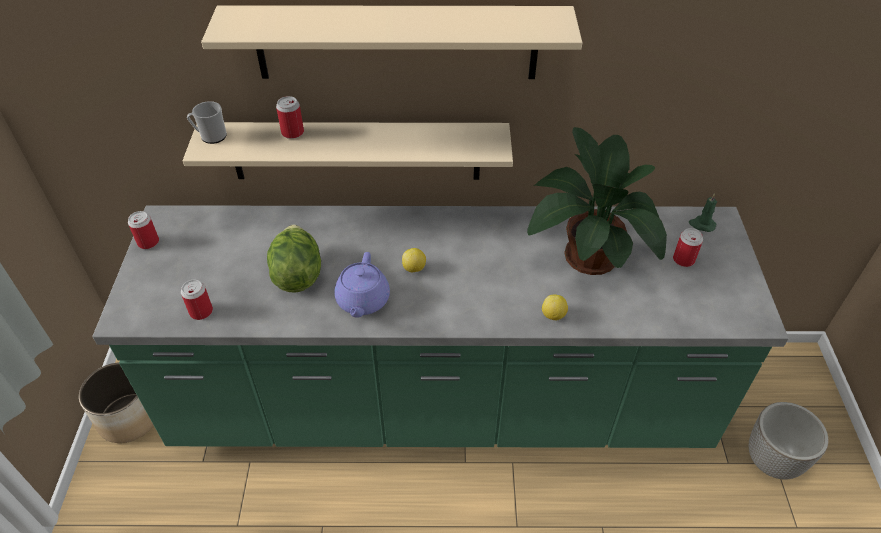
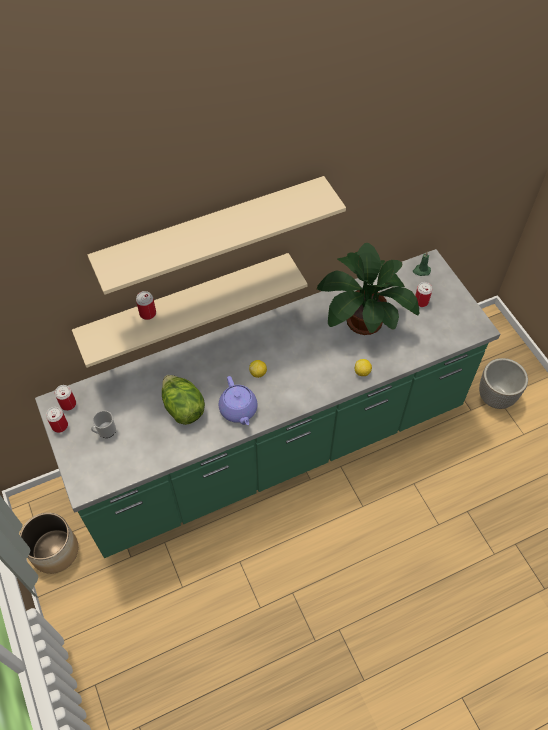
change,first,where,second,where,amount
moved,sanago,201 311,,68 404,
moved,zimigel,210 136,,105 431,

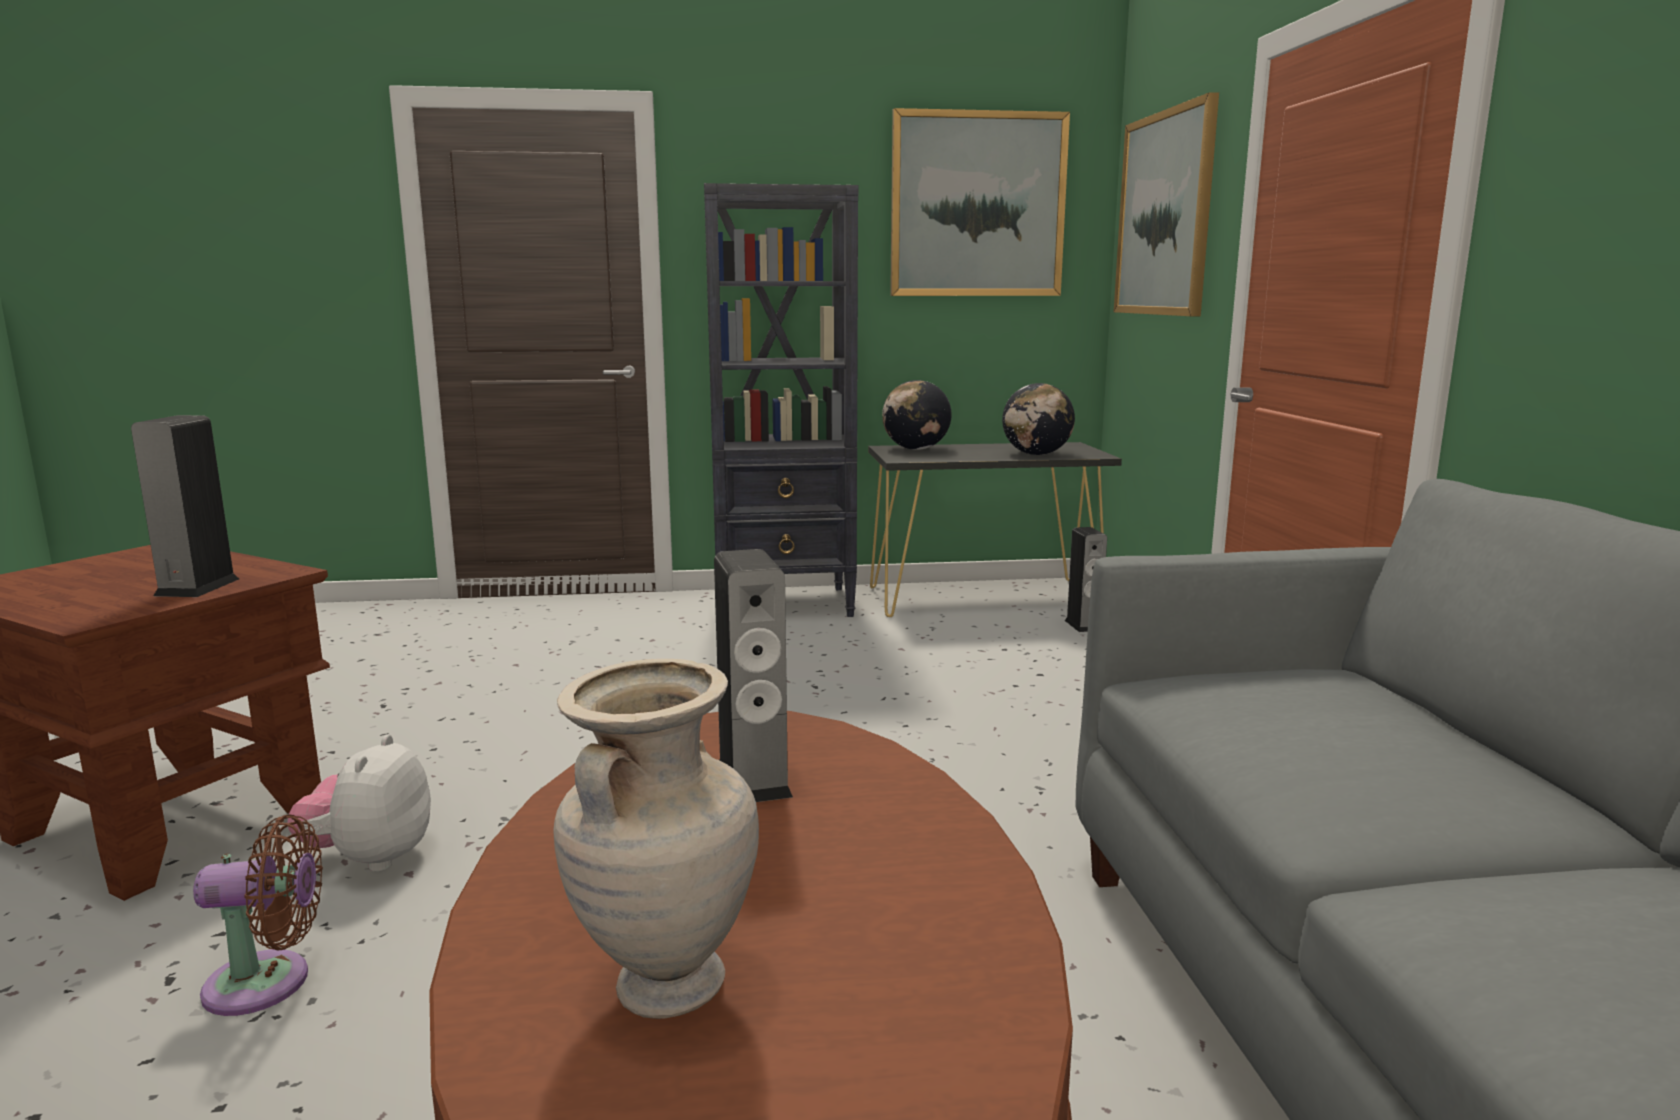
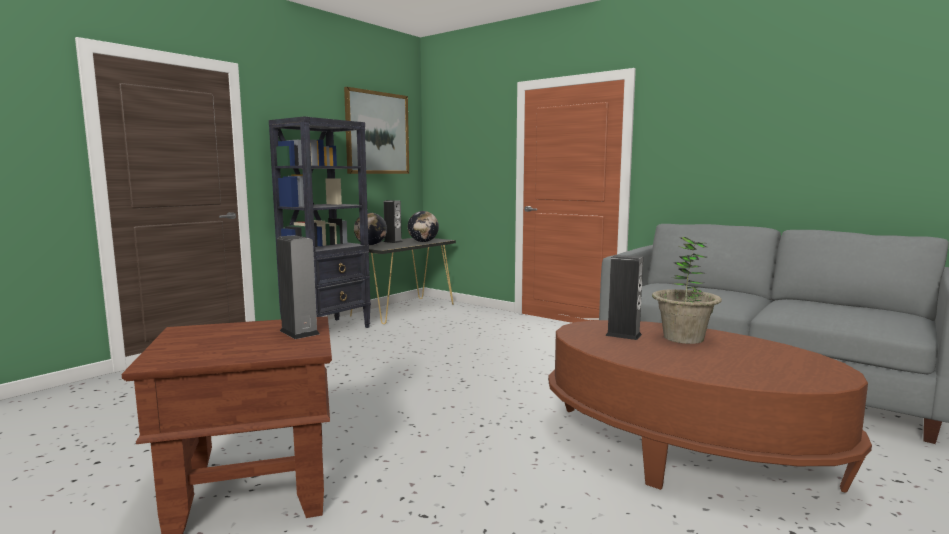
change,first,where,second,where,amount
moved,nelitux,1083 625,,393 242,
added,,,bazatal,683 338,
removed,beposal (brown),268 983,,,
removed,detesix,370 859,,,
removed,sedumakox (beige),665 987,,,
removed,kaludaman,1165 214,,,

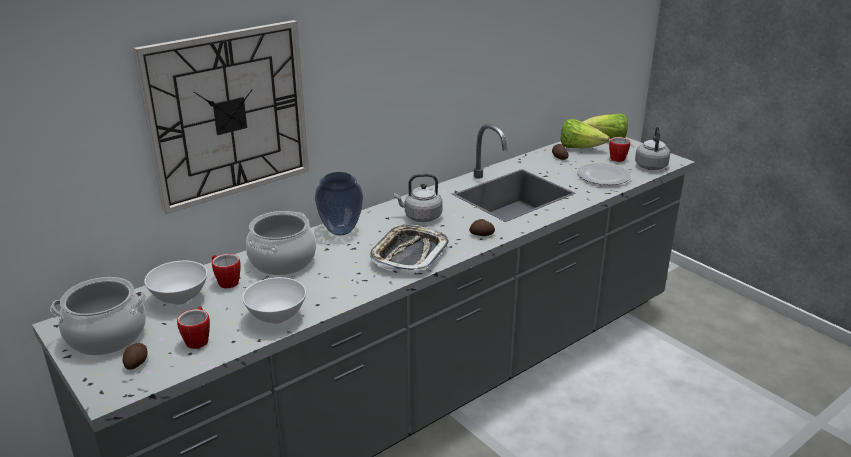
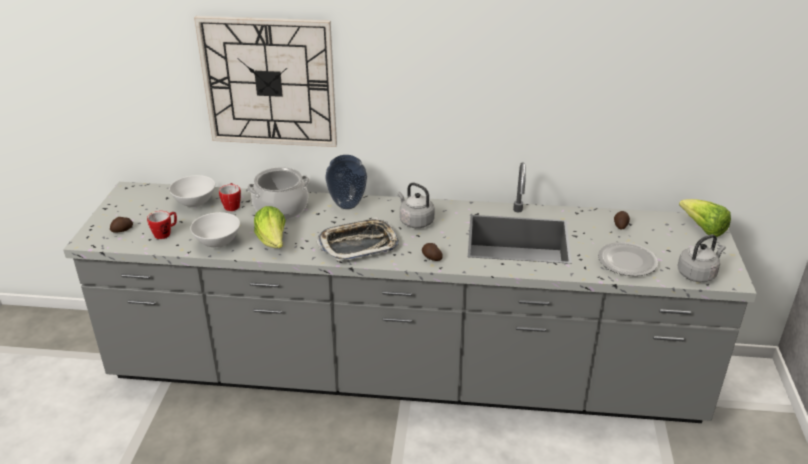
change,first,where,second,where,amount
moved,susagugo,579 148,,273 242,
removed,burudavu,107 335,,,
removed,zimigel,618 157,,,

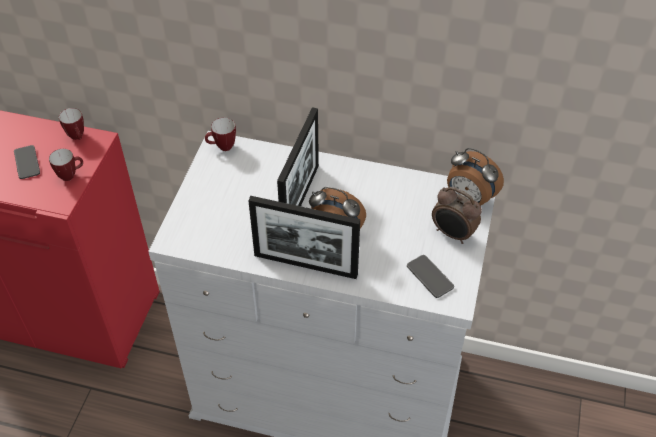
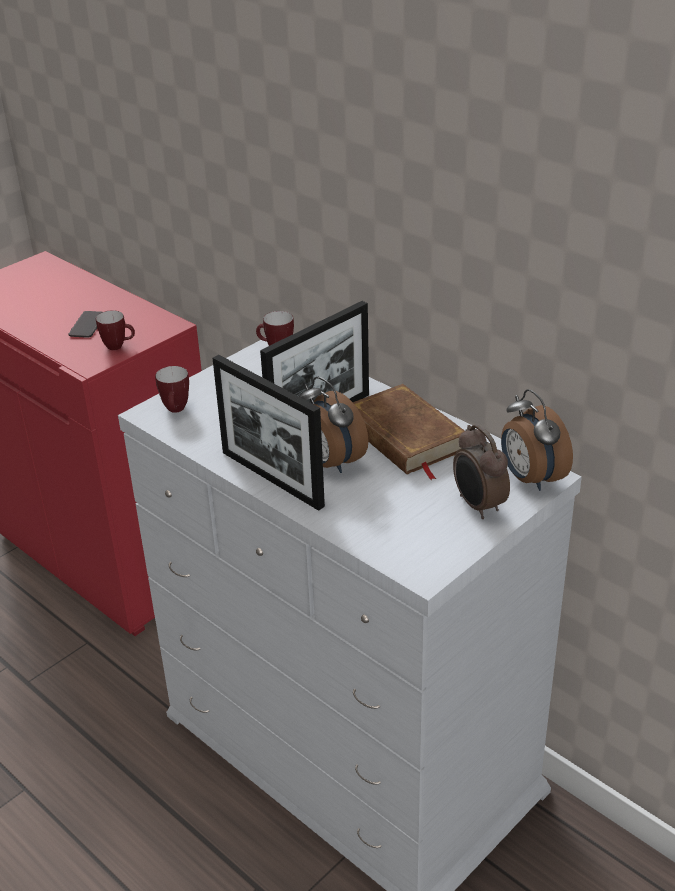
change,first,where,second,where,amount
moved,zimigel,78 137,,176 411,
added,,,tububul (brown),403 436,
removed,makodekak,430 277,,,

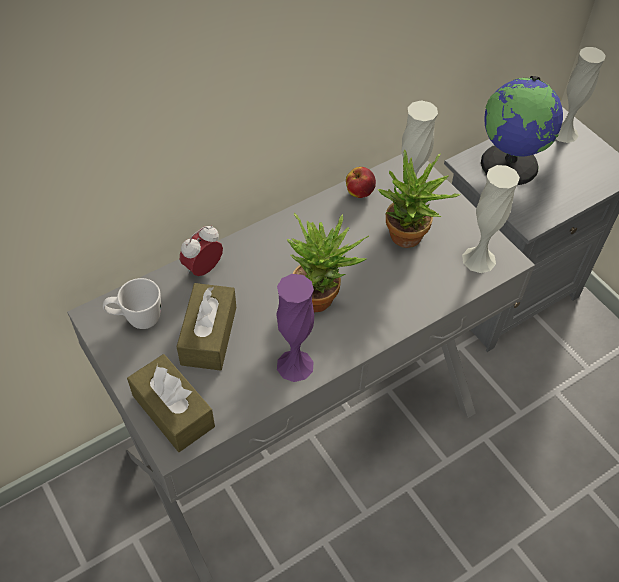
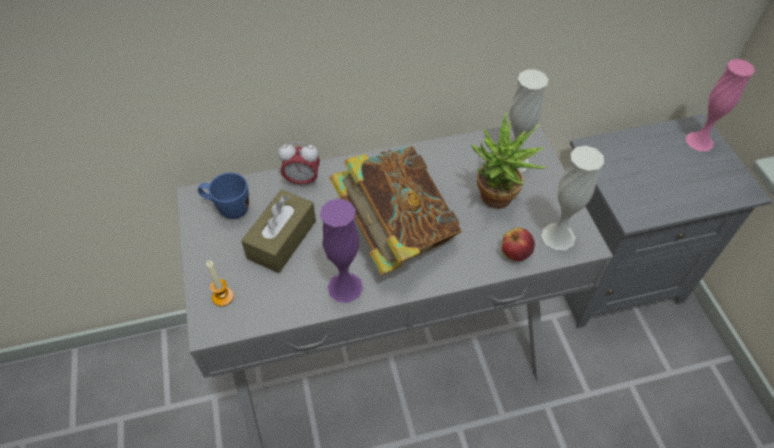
change,first,where,second,where,amount
recoloured,zimigel (white),136 320,zimigel (blue),228 209,
replaced,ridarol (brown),173 411,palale,223 297,
turned,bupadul,203 269,,302 181,150 degrees counterclockwise
replaced,bazatal,323 298,tububul,396 233,
moved,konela,359 192,,515 253,
recoloured,sedumakox (white),564 133,sedumakox (pink),699 141,
removed,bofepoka,510 164,,,

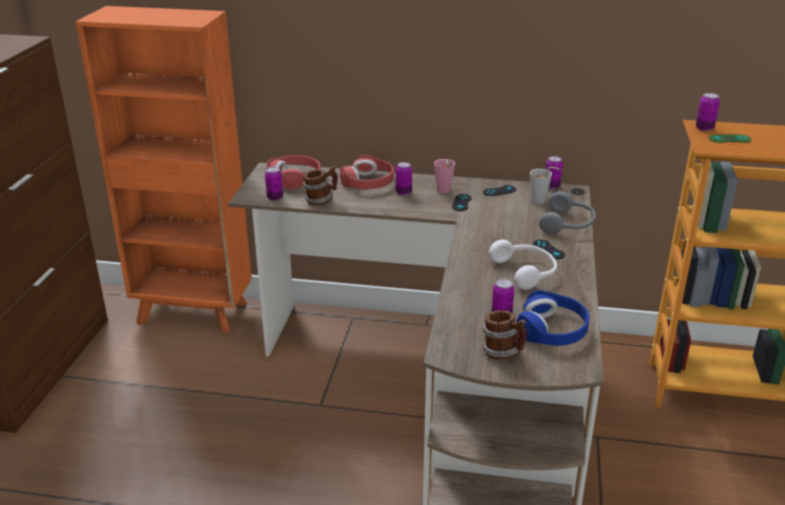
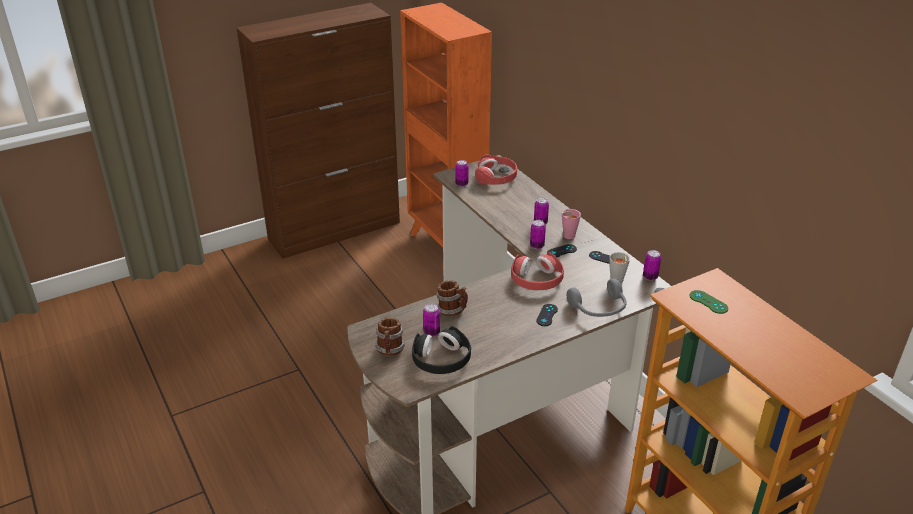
change,first,where,second,where,amount
recoloured,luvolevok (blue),552 330,luvolevok (black),441 359,
moved,zimigel,321 201,,452 311,
moved,luvolevok (red),368 182,,536 279,
moved,sanago,704 128,,537 246,
removed,luvolevok (white),526 272,,,

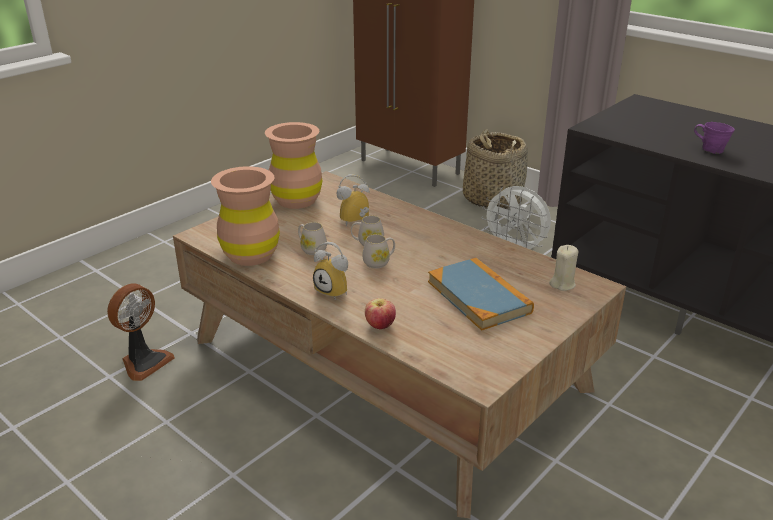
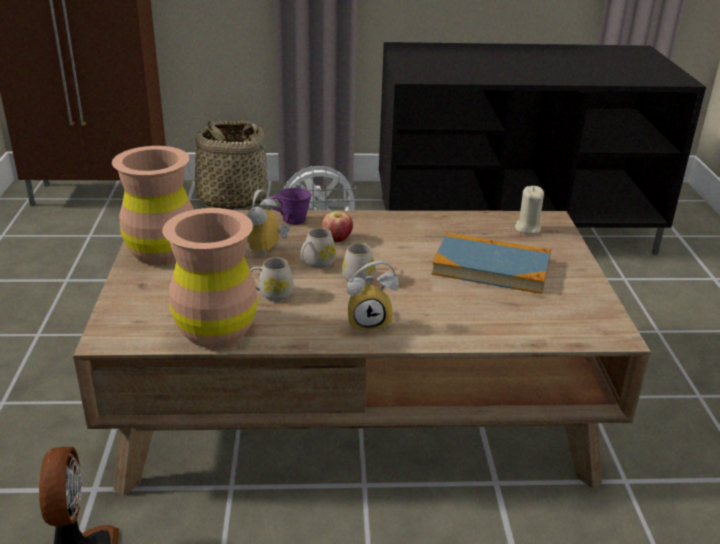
change,first,where,second,where,amount
moved,zimigel (purple),711 150,,292 220,
moved,konela,380 326,,337 239,

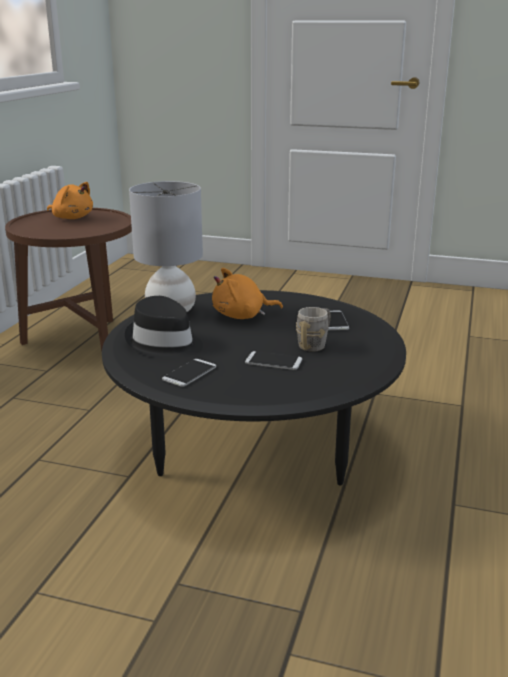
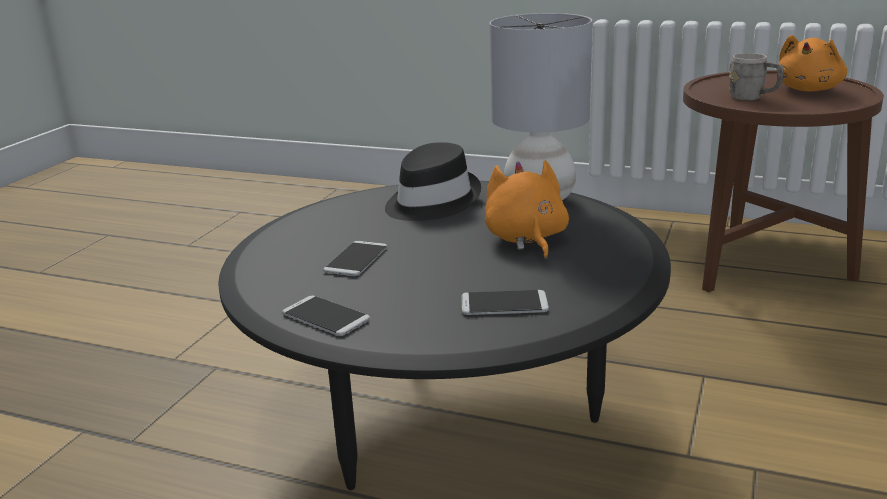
change,first,where,second,where,amount
moved,makodekak,189 373,,326 317,
moved,zimigel (grey),315 344,,753 98,

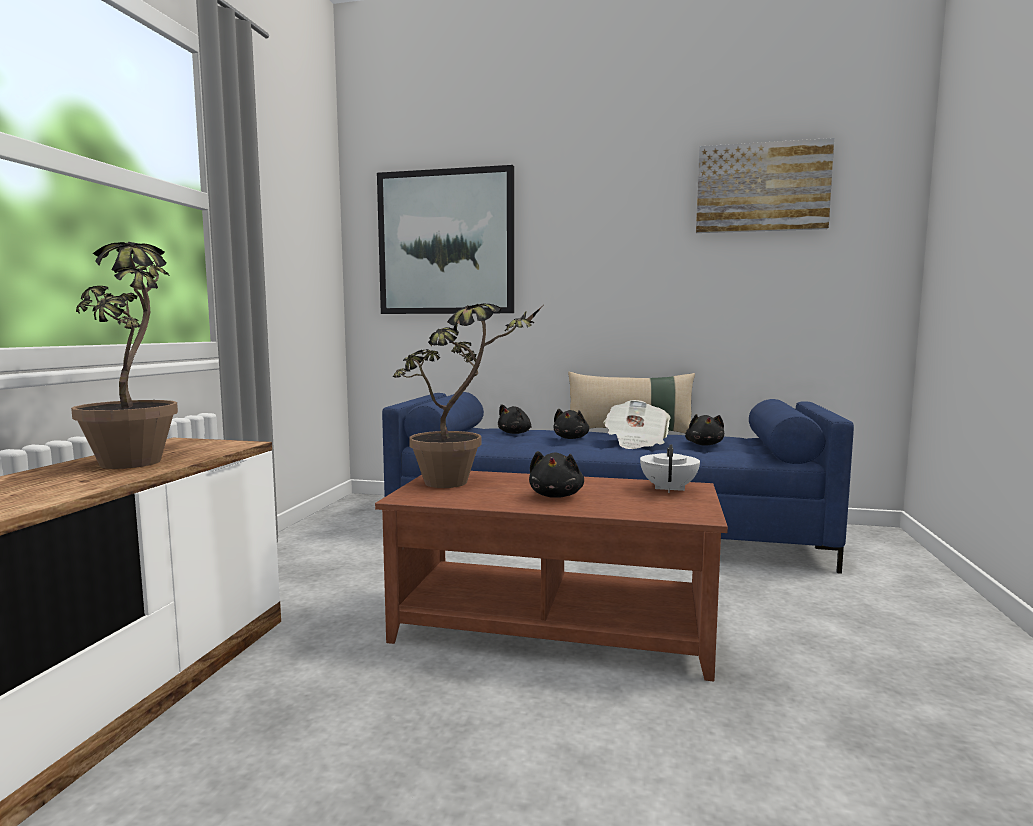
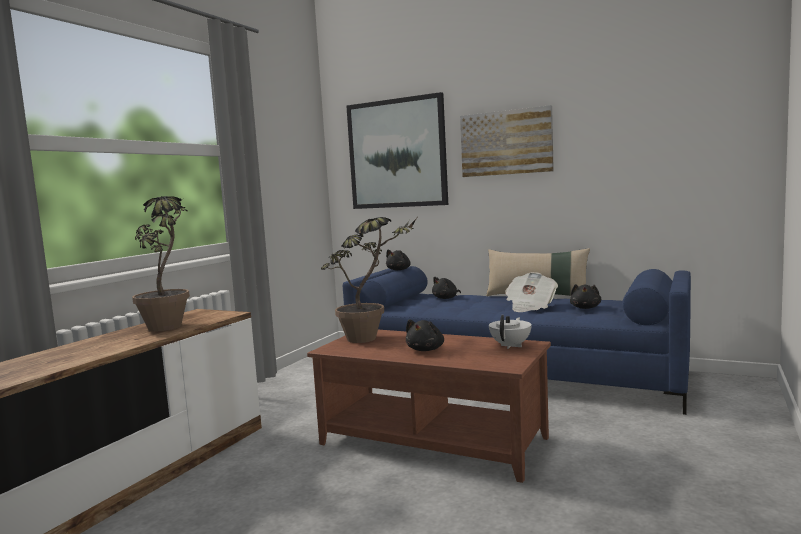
change,first,where,second,where,amount
moved,detesix (black),571 438,,399 270,
moved,kaludaman,761 188,,506 143,

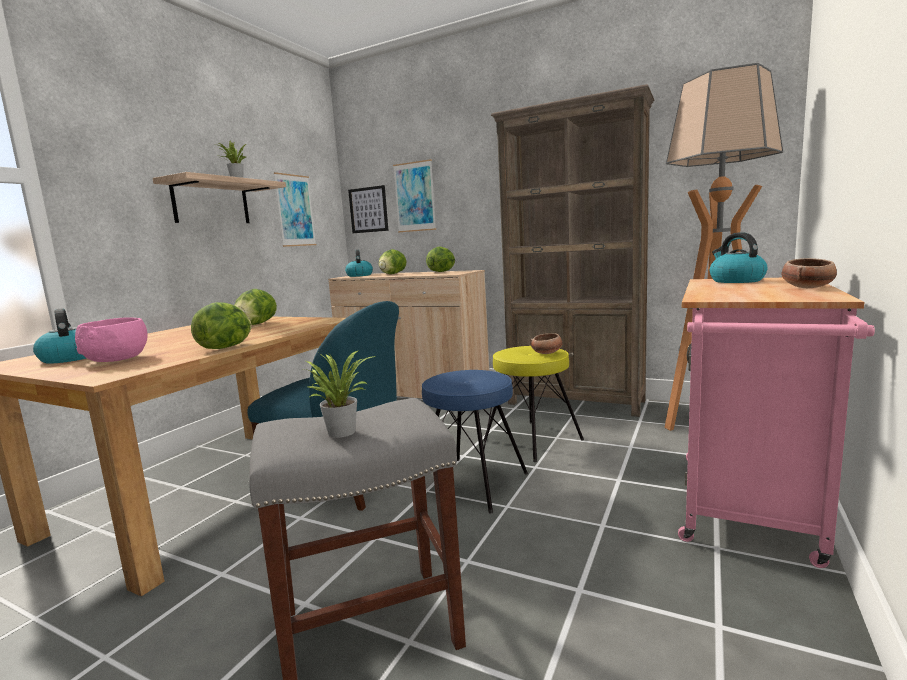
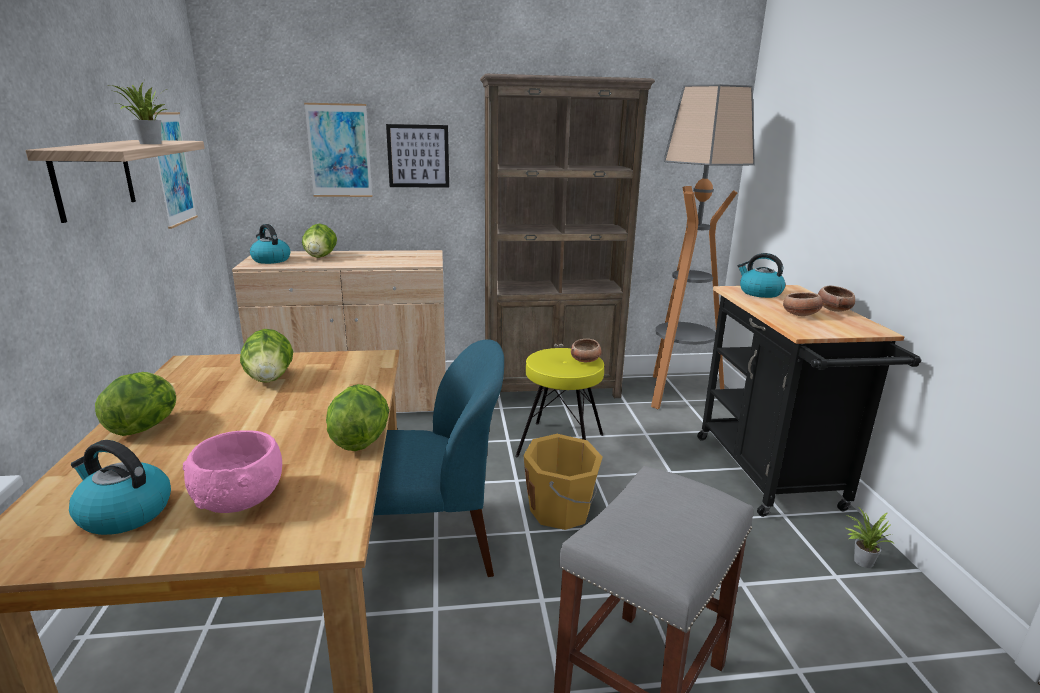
change,first,where,second,where,amount
moved,susagugo,442 271,,145 426,
moved,kaludaman,368 210,,418 156,
replaced,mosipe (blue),472 483,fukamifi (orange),561 510,
recoloured,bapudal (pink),746 511,bapudal (black),773 478,
added,,,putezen,800 315,
moved,bazatal,342 431,,860 560,

